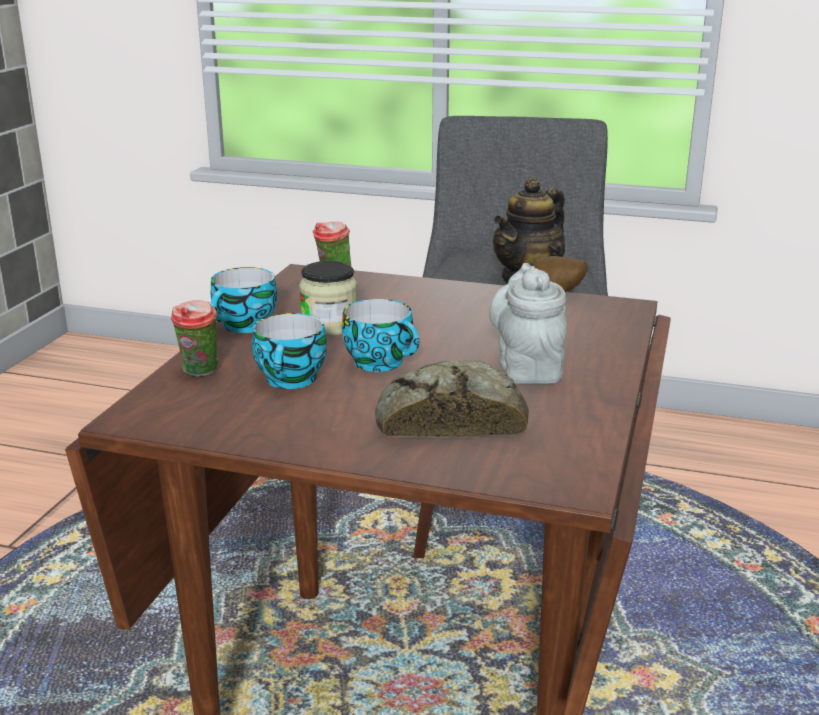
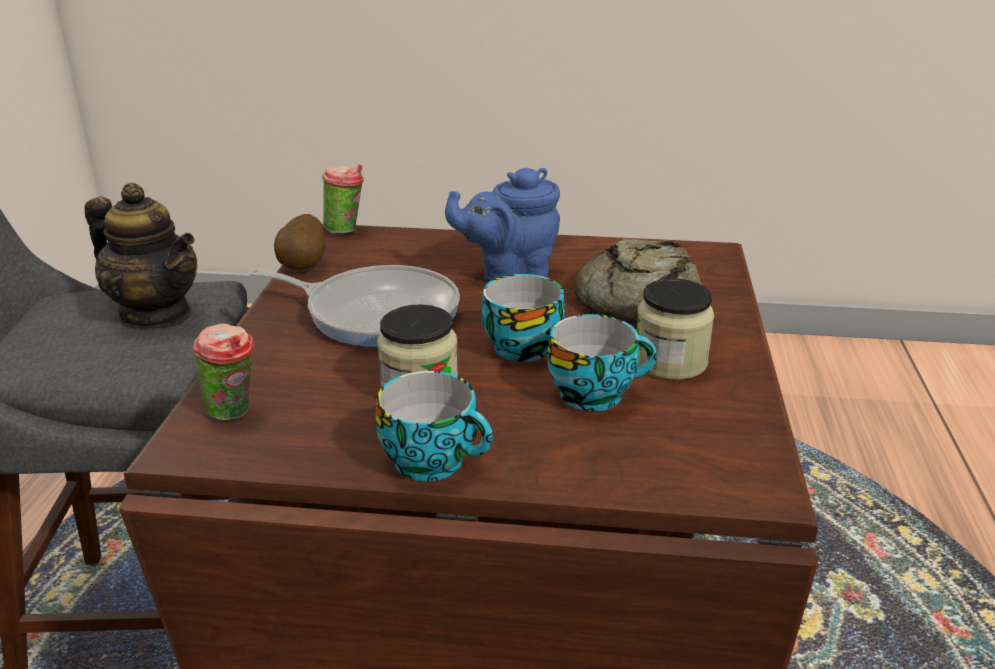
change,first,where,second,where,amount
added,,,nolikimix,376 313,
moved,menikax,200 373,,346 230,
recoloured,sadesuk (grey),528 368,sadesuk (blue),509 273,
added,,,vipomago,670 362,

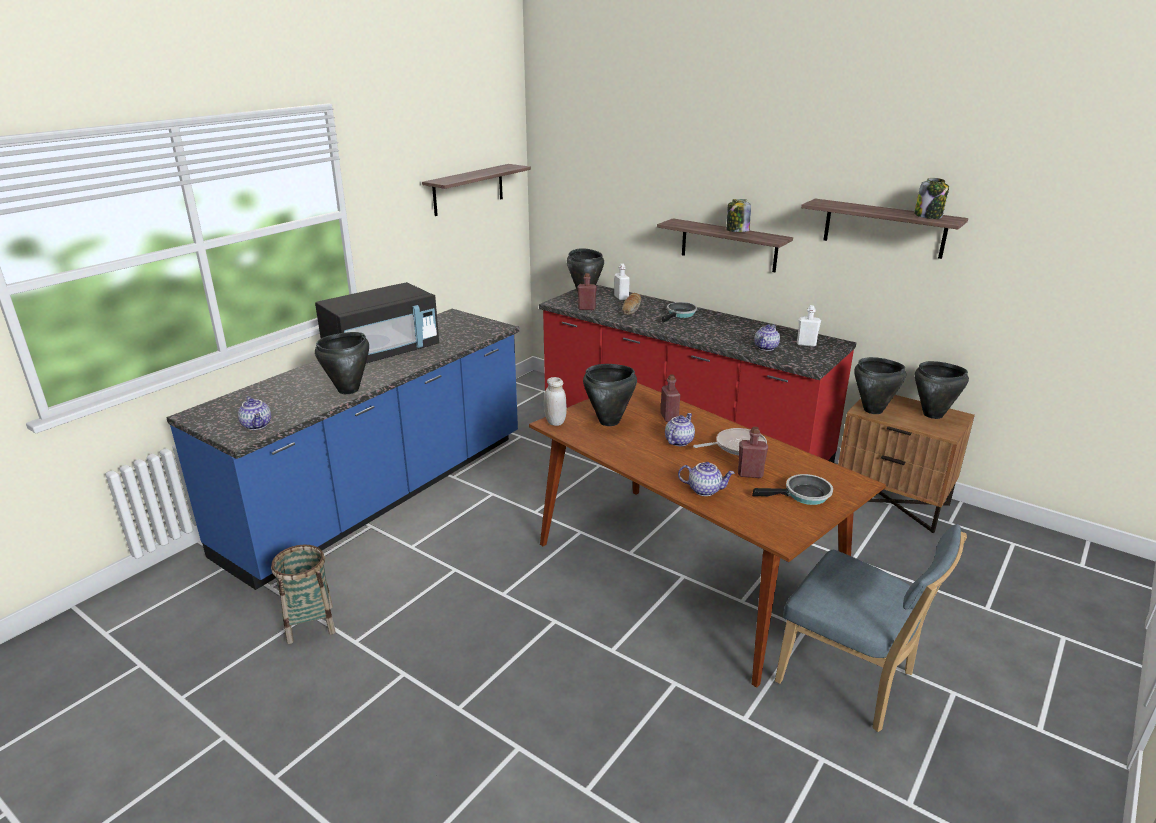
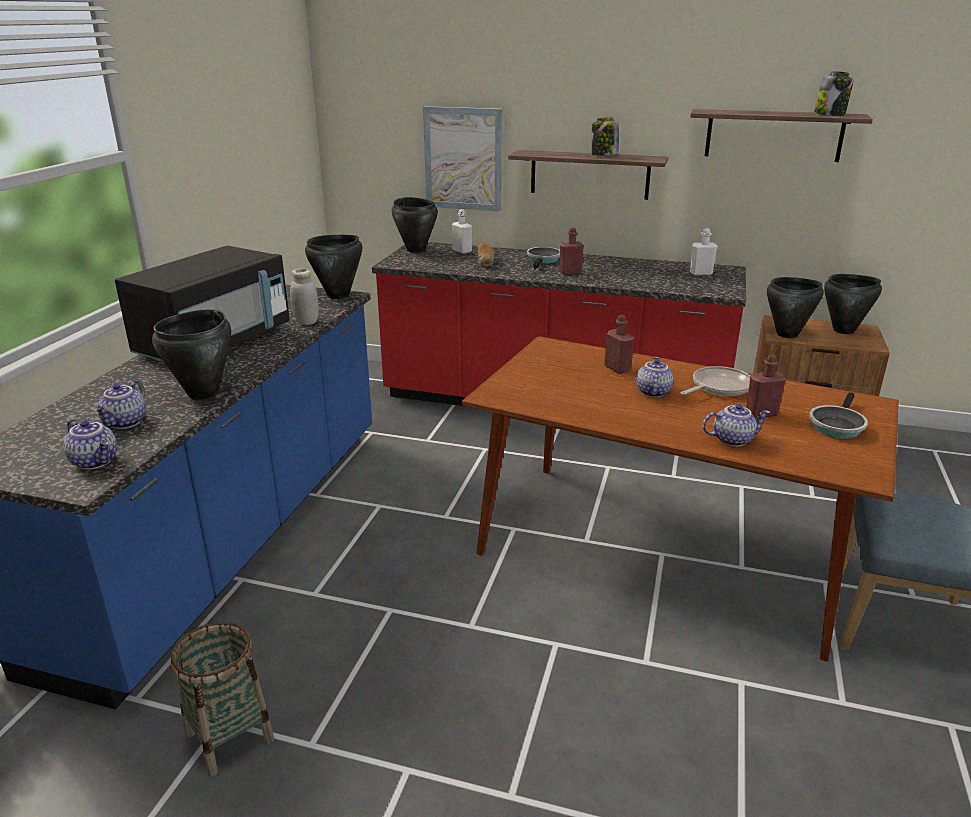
change,first,where,second,where,amount
moved,sadesuk,766 348,,126 423,
moved,vipomago (white),555 422,,306 322,
moved,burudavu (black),609 421,,338 295,
added,,,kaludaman,463 159,
moved,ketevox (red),586 308,,570 272,
turned,nolikimix,803 495,,836 425,150 degrees clockwise
removed,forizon,468 189,,,

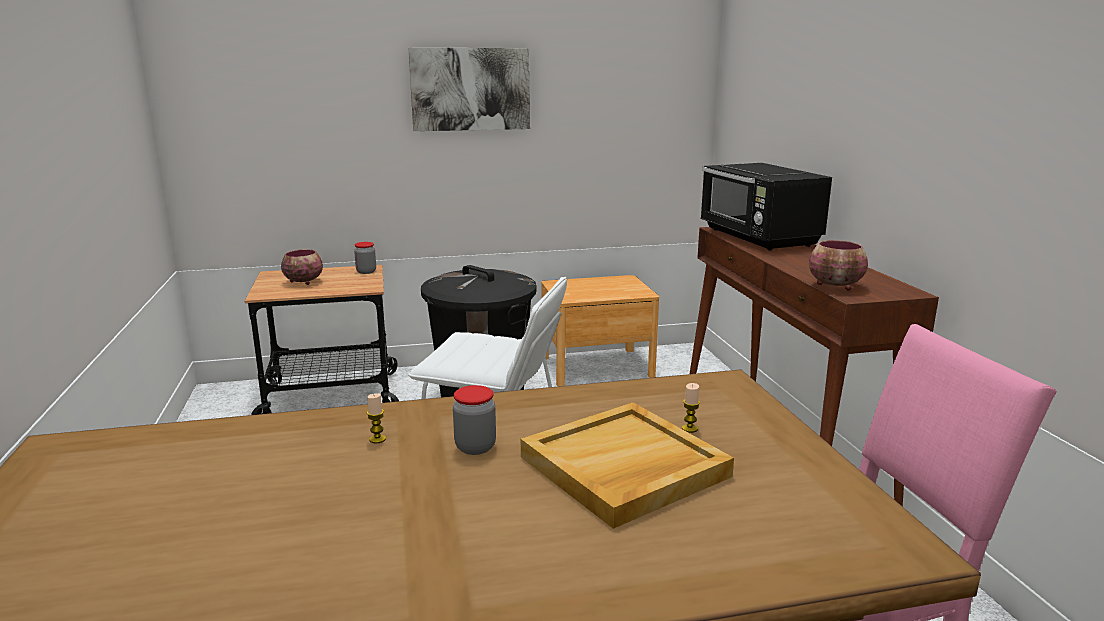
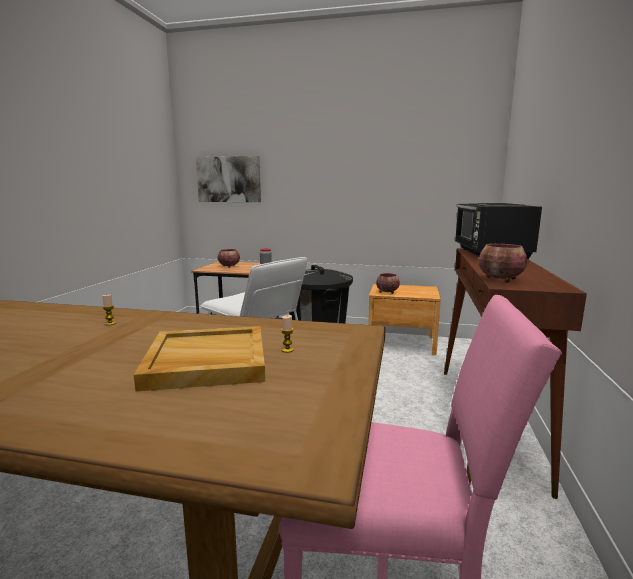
change,first,where,second,where,amount
moved,kaludaman,470 89,,229 179,
added,,,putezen,387 292,
removed,vipomago,475 447,,,

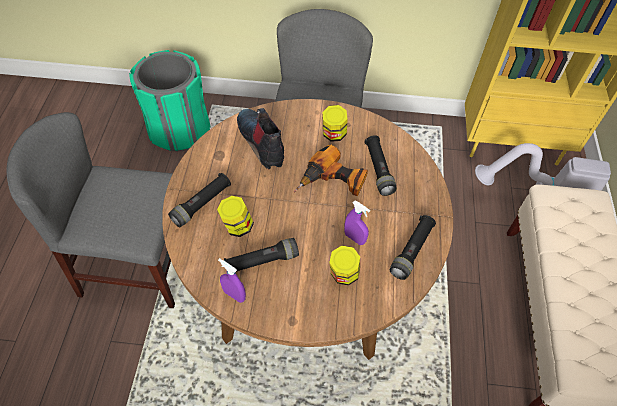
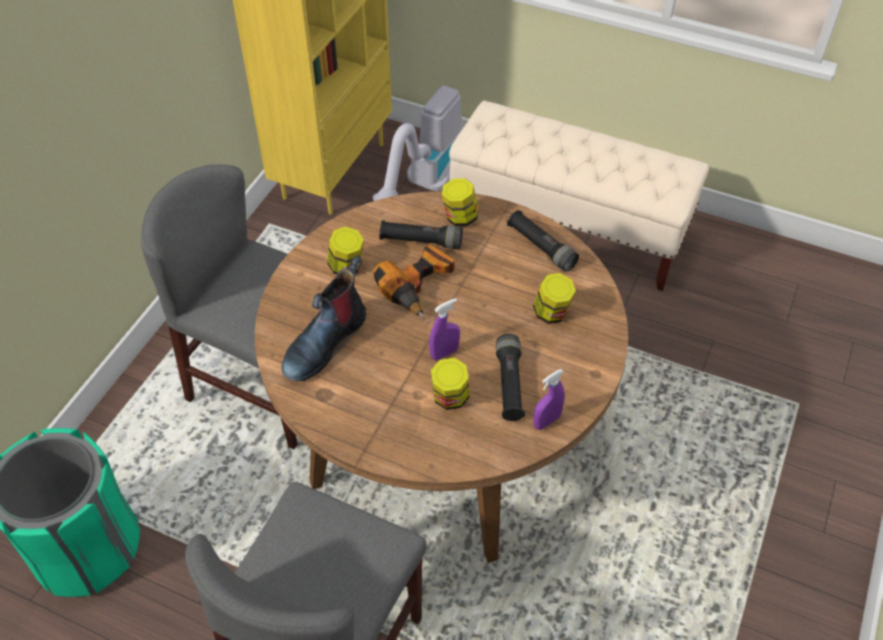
change,first,where,second,where,amount
turned,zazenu,262 142,,325 342,45 degrees counterclockwise
moved,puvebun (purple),354 238,,444 353,
added,,,vipomago,460 218,
removed,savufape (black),202 204,,,

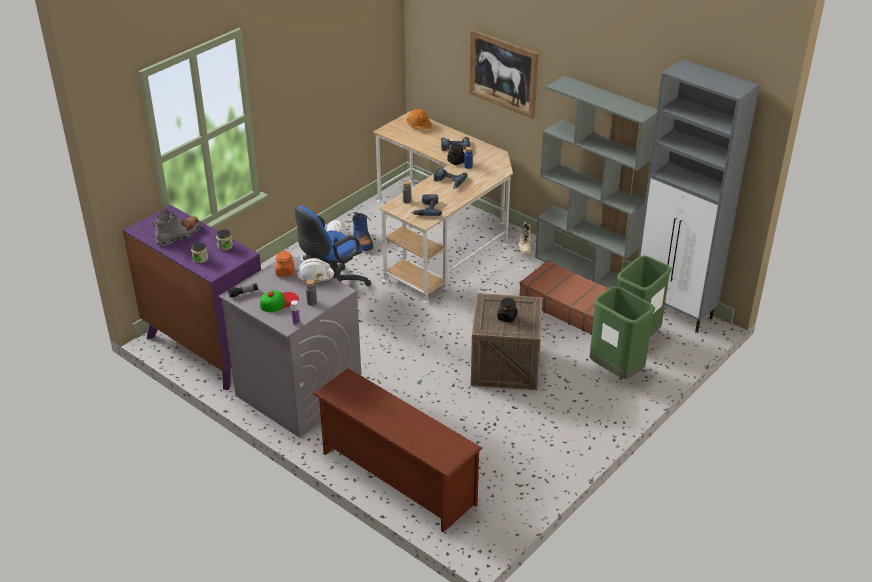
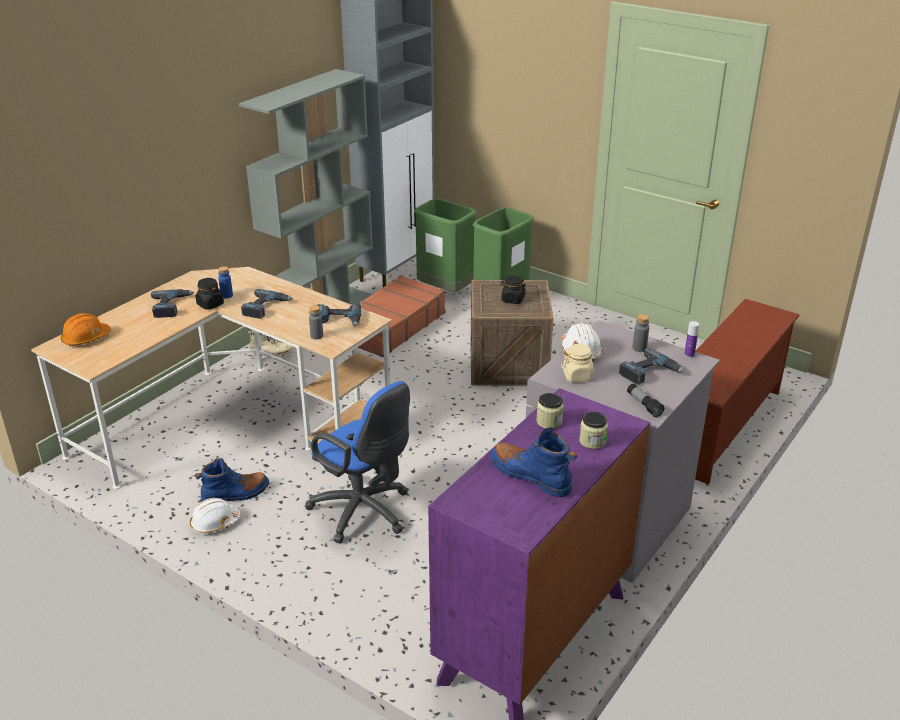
change,first,where,second,where,amount
recoloured,zazenu (grey),179 235,zazenu (blue),531 476,
recoloured,vipomago (orange),285 272,vipomago (beige),577 376,
replaced,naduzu,279 302,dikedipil,650 373,
removed,kaludaman,503 73,,,

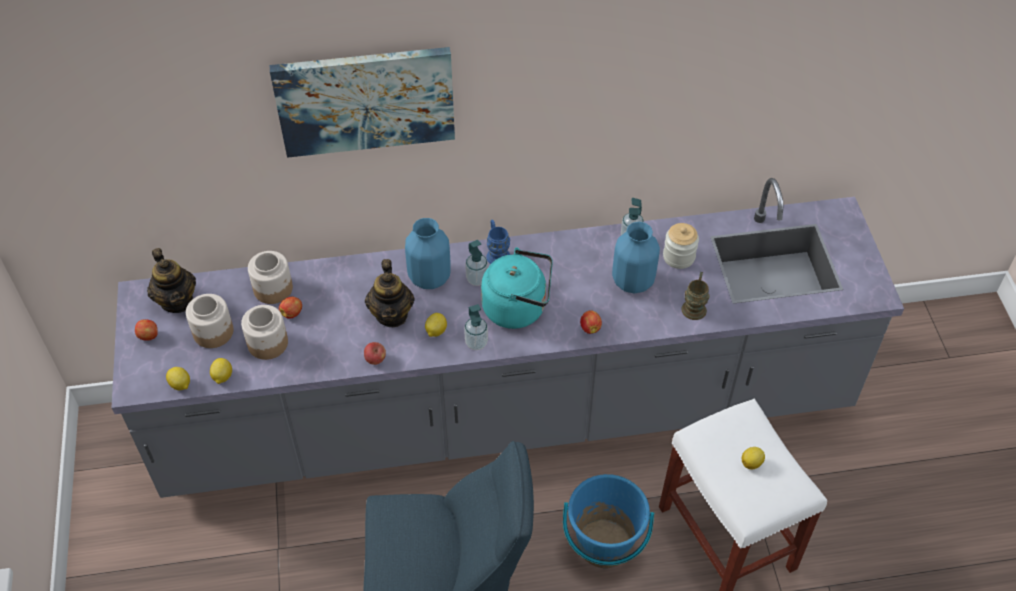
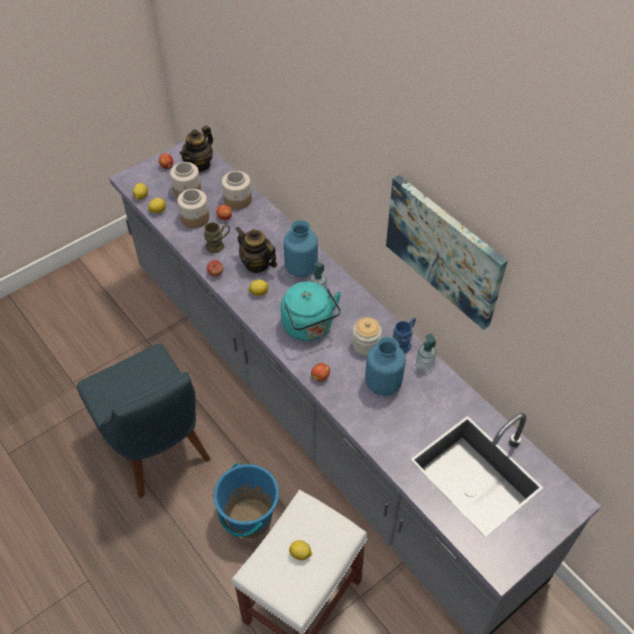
change,first,where,second,where,amount
moved,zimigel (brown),694 306,,218 245,
turned,sadesuk,392 314,,257 264,75 degrees clockwise
moved,vipomago,679 257,,366 345,
moved,kaludaman,365 100,,444 250,
moved,zimigel (blue),497 253,,403 342,
removed,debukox,476 343,,,

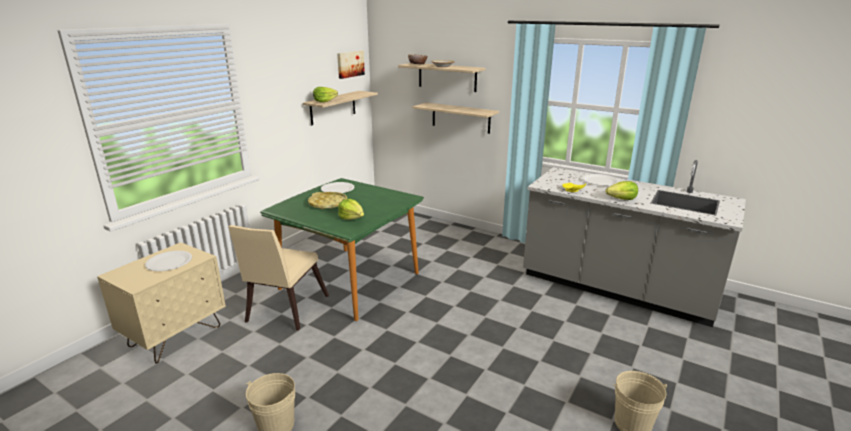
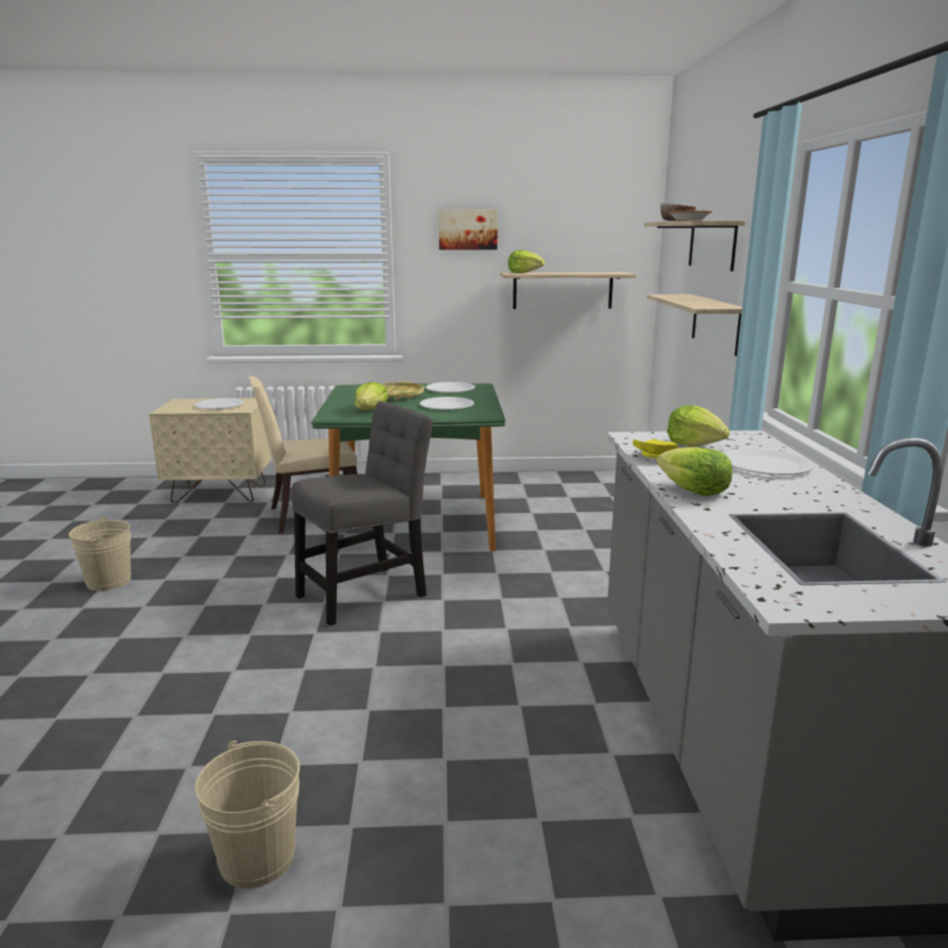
change,first,where,second,where,amount
added,,,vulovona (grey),367 593,
added,,,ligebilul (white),446 405,
moved,kaludaman,350 64,,468 229,
added,,,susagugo,695 444,

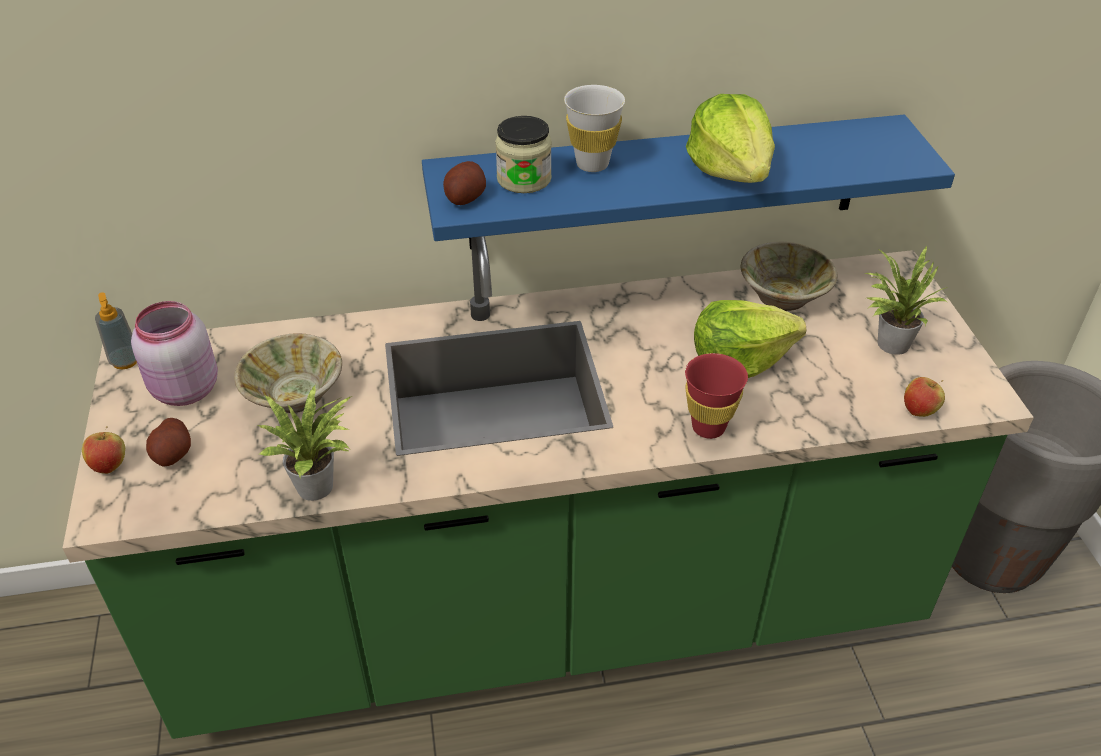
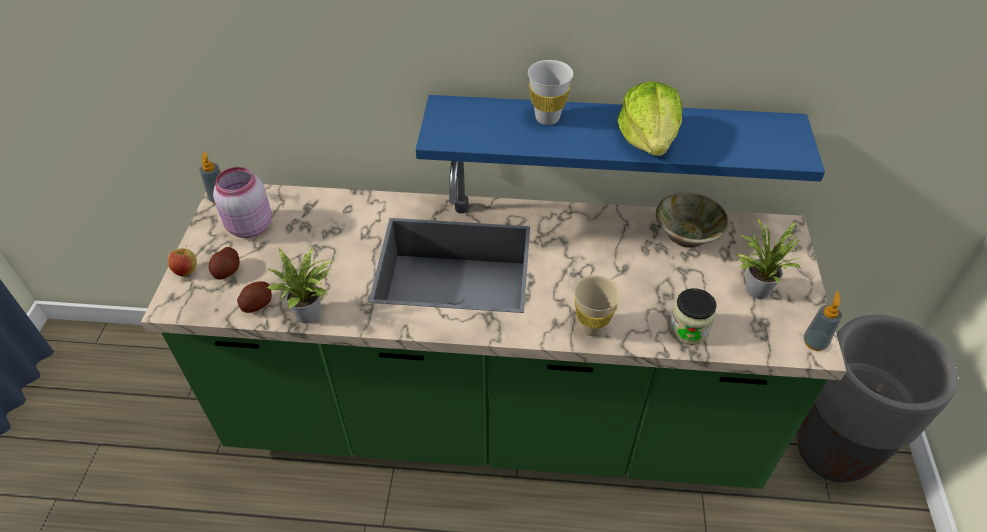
change,first,where,second,where,amount
moved,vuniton,465 198,,257 304,
recoloured,menikax (red),708 427,menikax (beige),591 327,
moved,vipomago,524 179,,688 329,
added,,,debukox,814 342,
removed,putezen (beige),293 394,,,
removed,susagugo,739 359,,,
removed,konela,919 411,,,

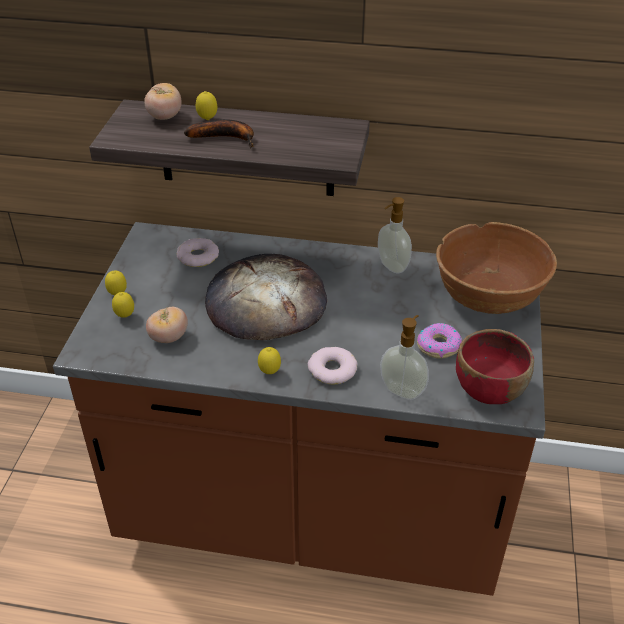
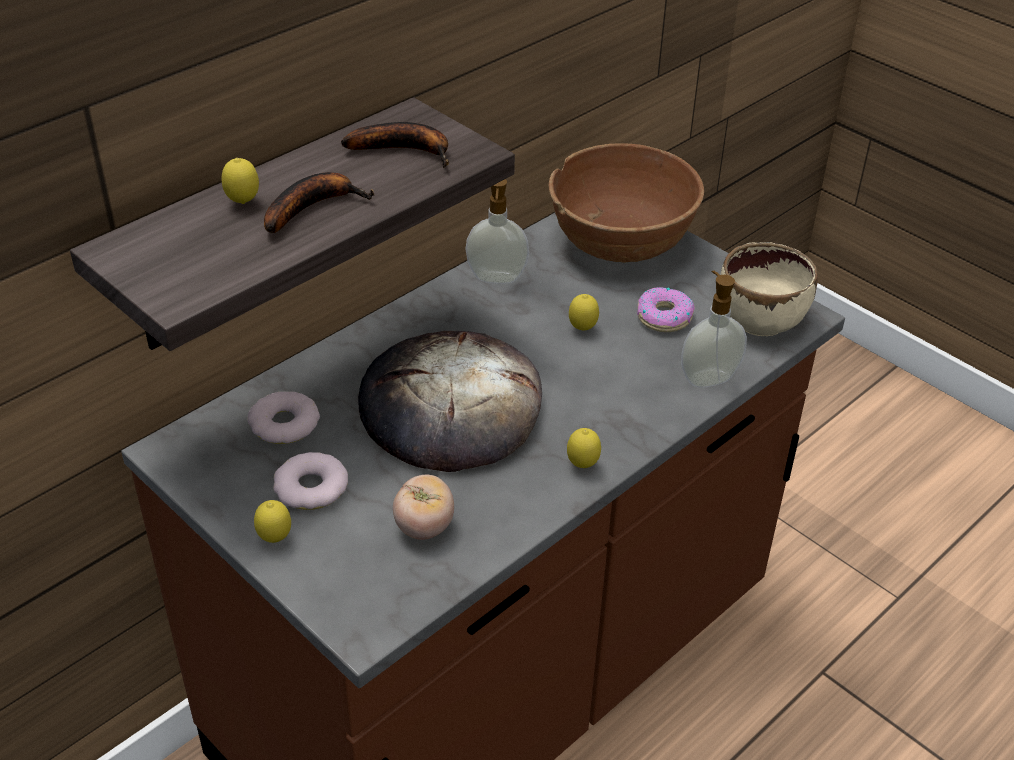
change,first,where,second,where,amount
moved,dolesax,332 370,,311 488,
added,,,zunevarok,406 150,
moved,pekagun,125 316,,582 329,
recoloured,putezen (red),489 389,putezen (beige),761 320,
removed,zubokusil,165 117,,,

